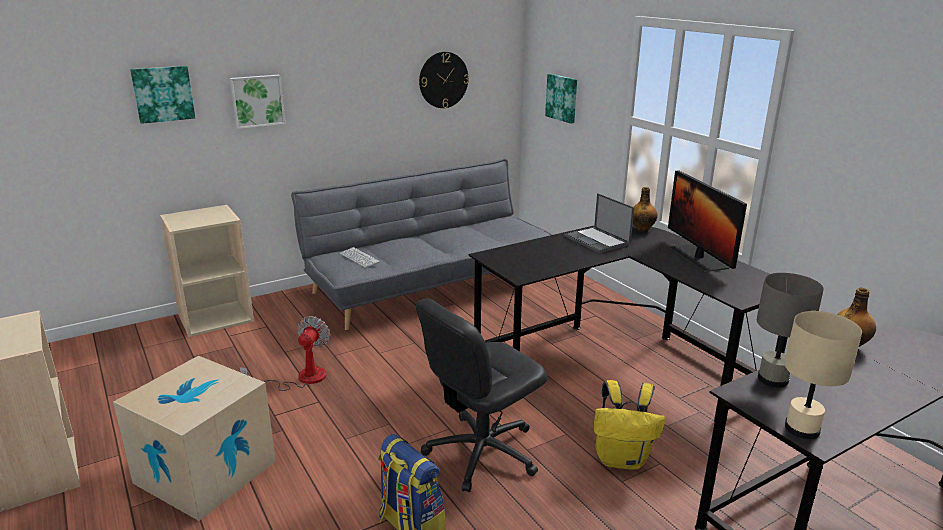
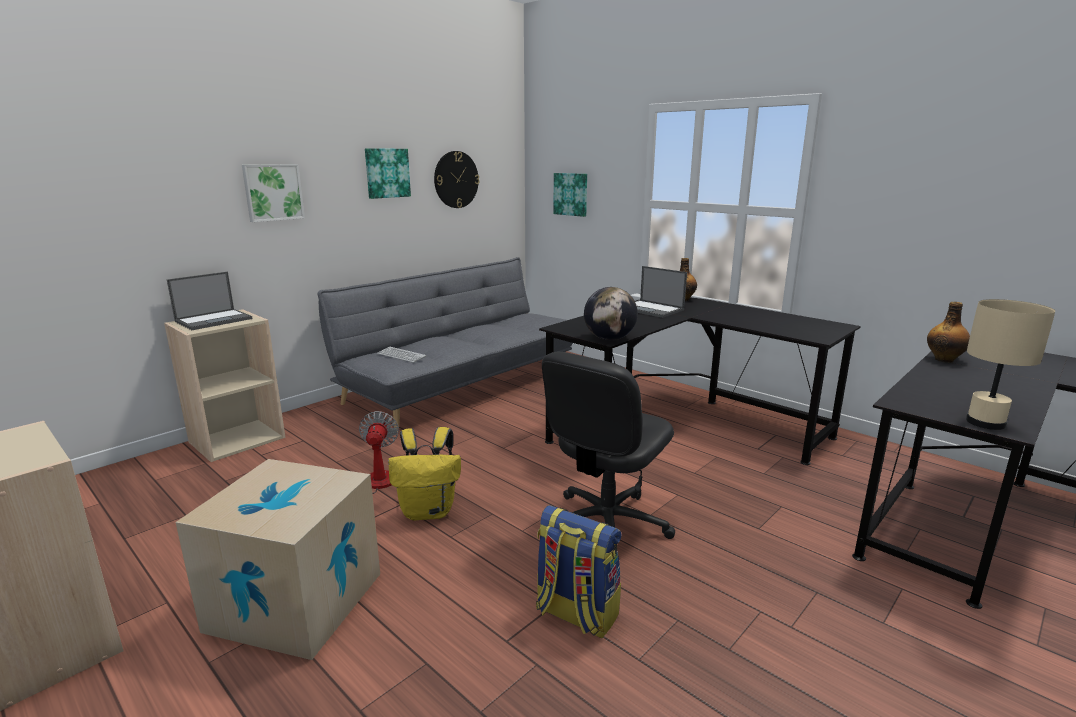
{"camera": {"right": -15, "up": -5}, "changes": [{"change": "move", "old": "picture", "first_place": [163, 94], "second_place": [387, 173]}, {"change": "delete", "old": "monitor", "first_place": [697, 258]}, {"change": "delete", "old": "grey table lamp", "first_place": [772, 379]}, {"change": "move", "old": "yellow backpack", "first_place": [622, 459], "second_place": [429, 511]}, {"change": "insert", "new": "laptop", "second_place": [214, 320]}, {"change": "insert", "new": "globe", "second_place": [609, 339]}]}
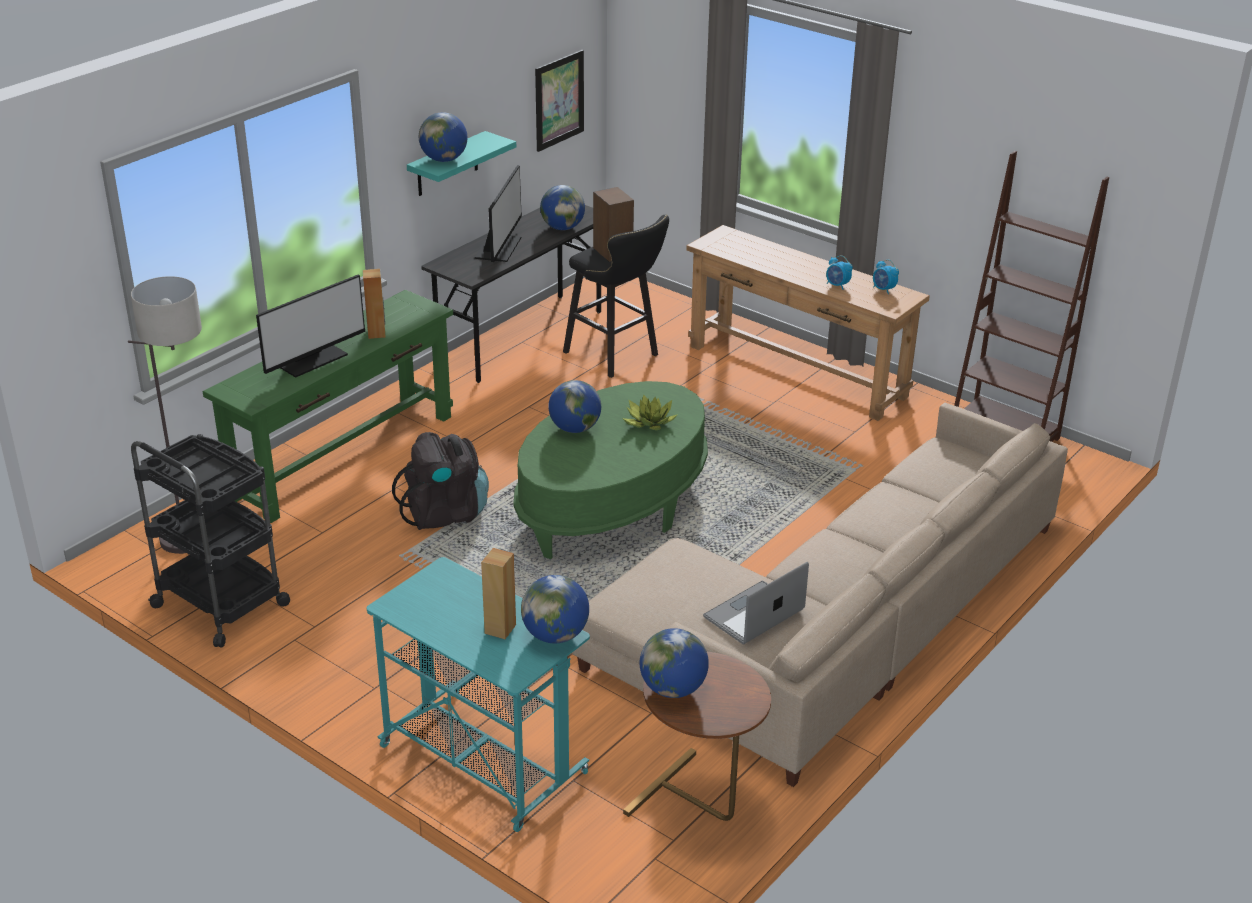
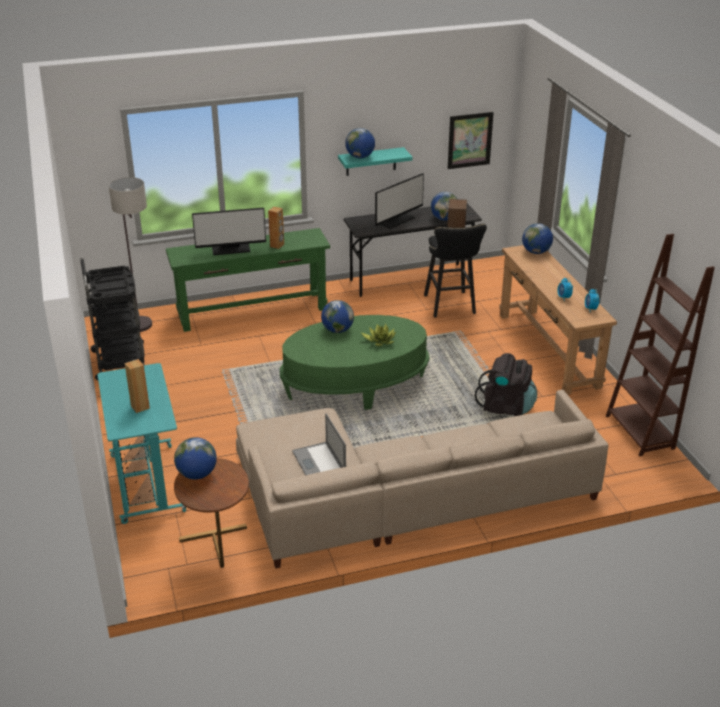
{"camera": {"right": 35, "up": 0}, "changes": [{"change": "move", "old": "black backpack", "first_place": [445, 513], "second_place": [506, 406]}, {"change": "rotate", "old": "laptop", "first_place": [754, 614], "second_place": [319, 462], "degrees": -105}, {"change": "move", "old": "globe", "first_place": [555, 635], "second_place": [536, 252]}]}
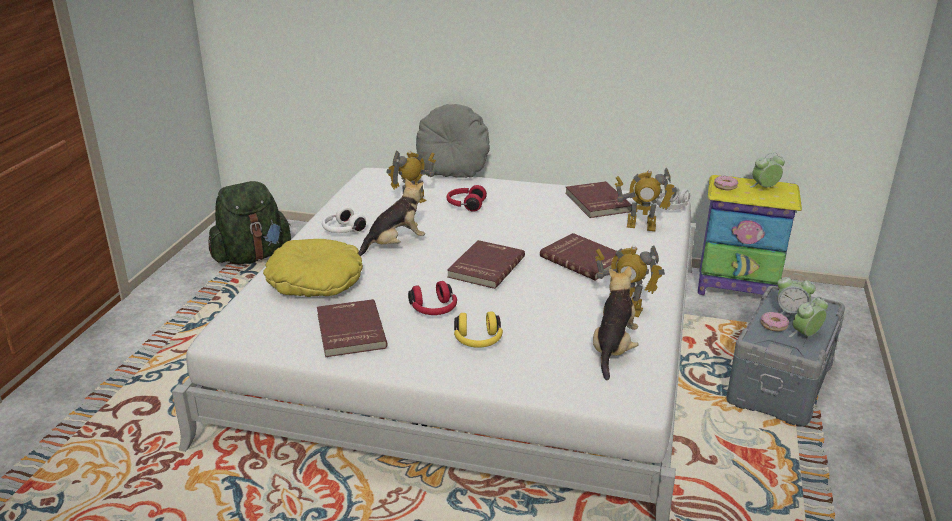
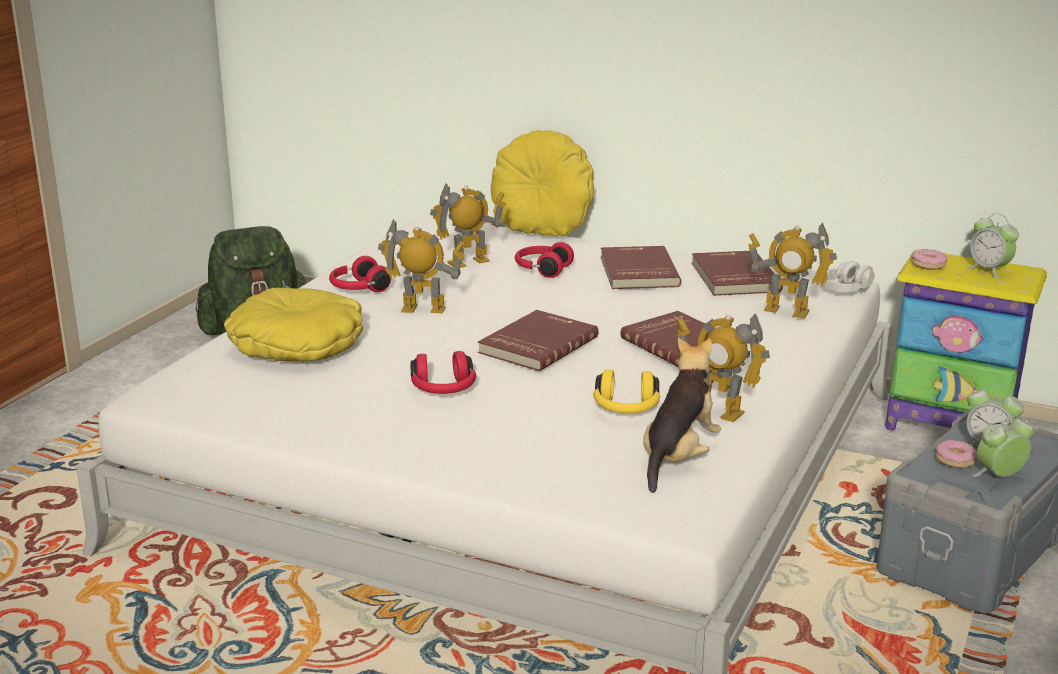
{"camera": {"right": 10, "up": -5}, "changes": [{"change": "recolor", "old": "grey pillow", "new": "yellow pillow", "first_place": [453, 173], "second_place": [542, 231]}, {"change": "rotate", "old": "alarm clock", "first_place": [764, 188], "second_place": [989, 270], "degrees": -120}, {"change": "replace", "old": "plush toy", "new": "toy robot", "first_place": [395, 244], "second_place": [423, 309]}, {"change": "recolor", "old": "white headphones", "new": "red headphones", "first_place": [342, 230], "second_place": [358, 289]}, {"change": "move", "old": "red book", "first_place": [349, 331], "second_place": [637, 272]}, {"change": "move", "old": "yellow headphones", "first_place": [478, 341], "second_place": [626, 409]}]}
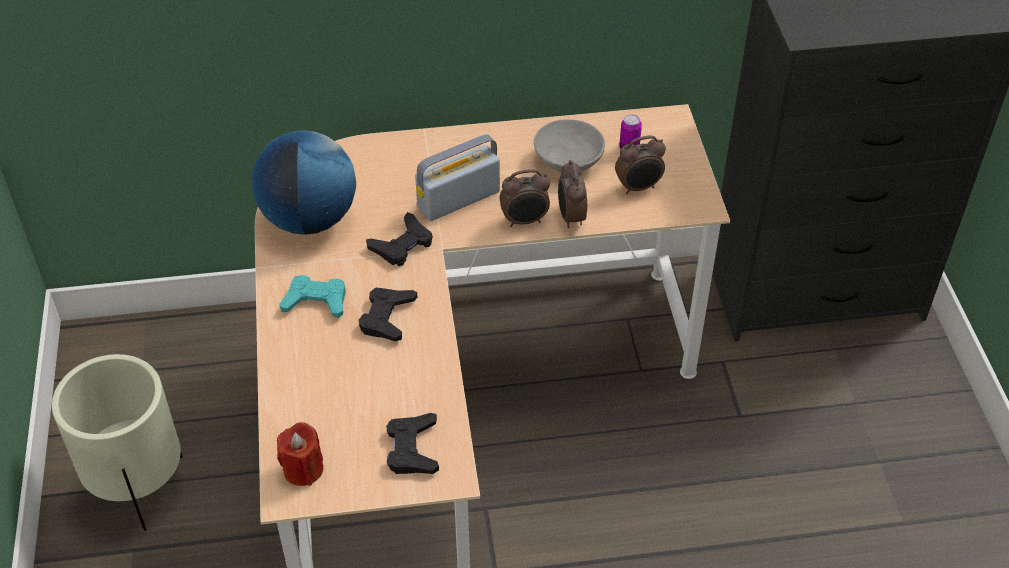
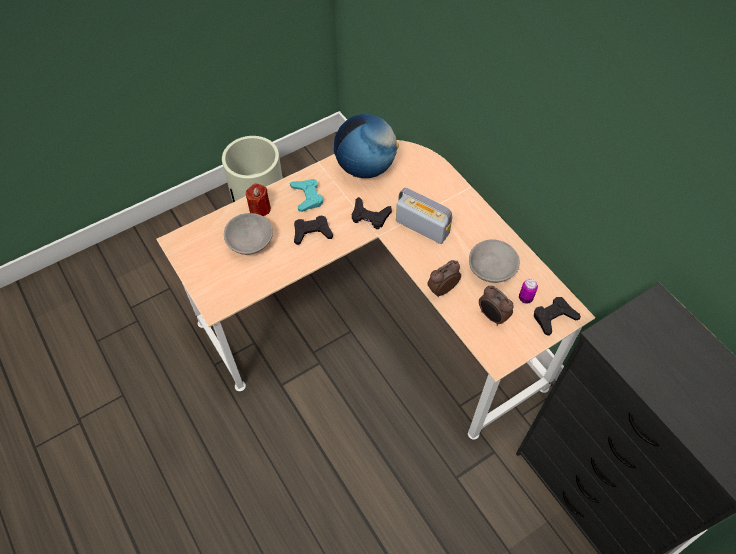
{"camera": {"right": 65, "up": 10}, "changes": [{"change": "delete", "old": "alarm clock", "first_place": [525, 221]}, {"change": "move", "old": "black game controller", "first_place": [412, 449], "second_place": [554, 317]}, {"change": "move", "old": "red candle", "first_place": [303, 469], "second_place": [260, 209]}, {"change": "insert", "new": "grey bowl", "second_place": [250, 242]}]}
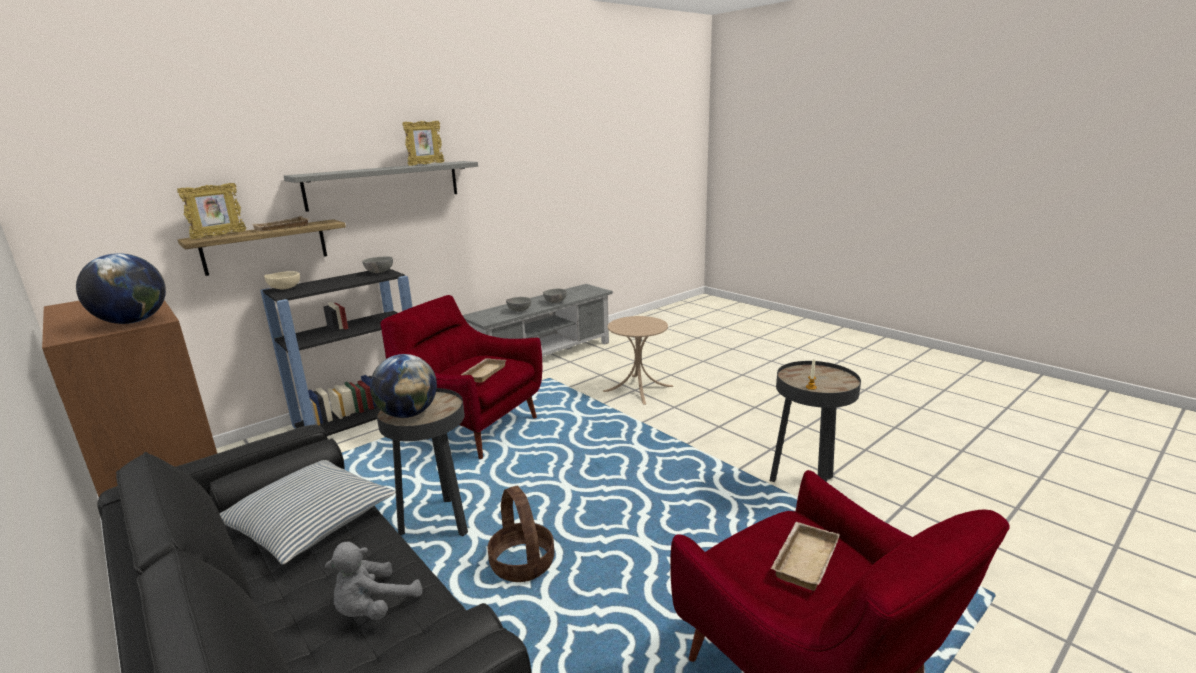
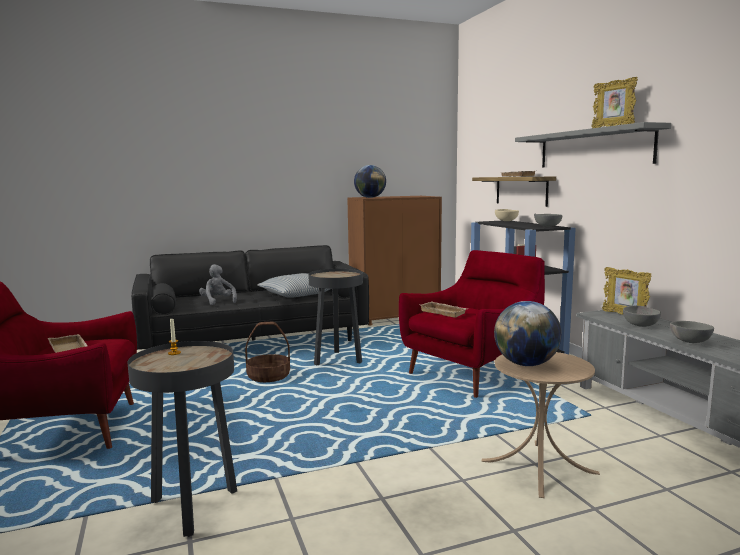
{"camera": {"right": 110, "up": -10}, "changes": [{"change": "move", "old": "picture frame", "first_place": [219, 235], "second_place": [624, 315]}, {"change": "move", "old": "globe", "first_place": [408, 414], "second_place": [526, 364]}]}
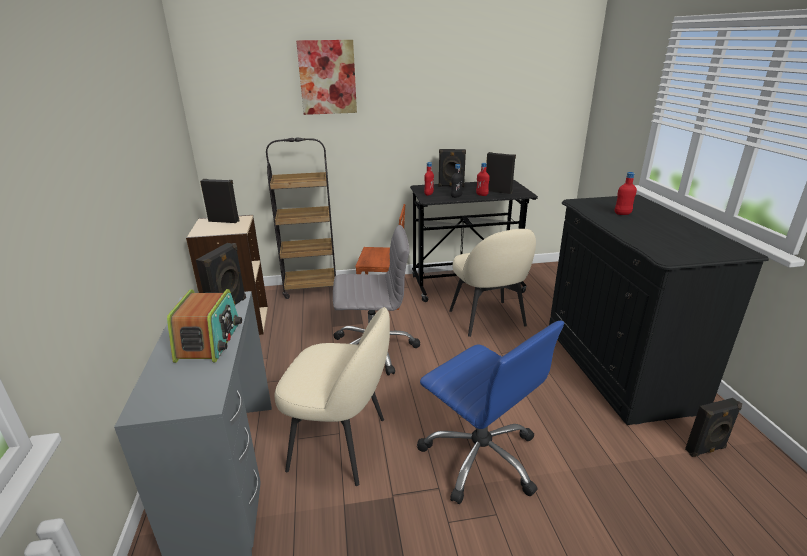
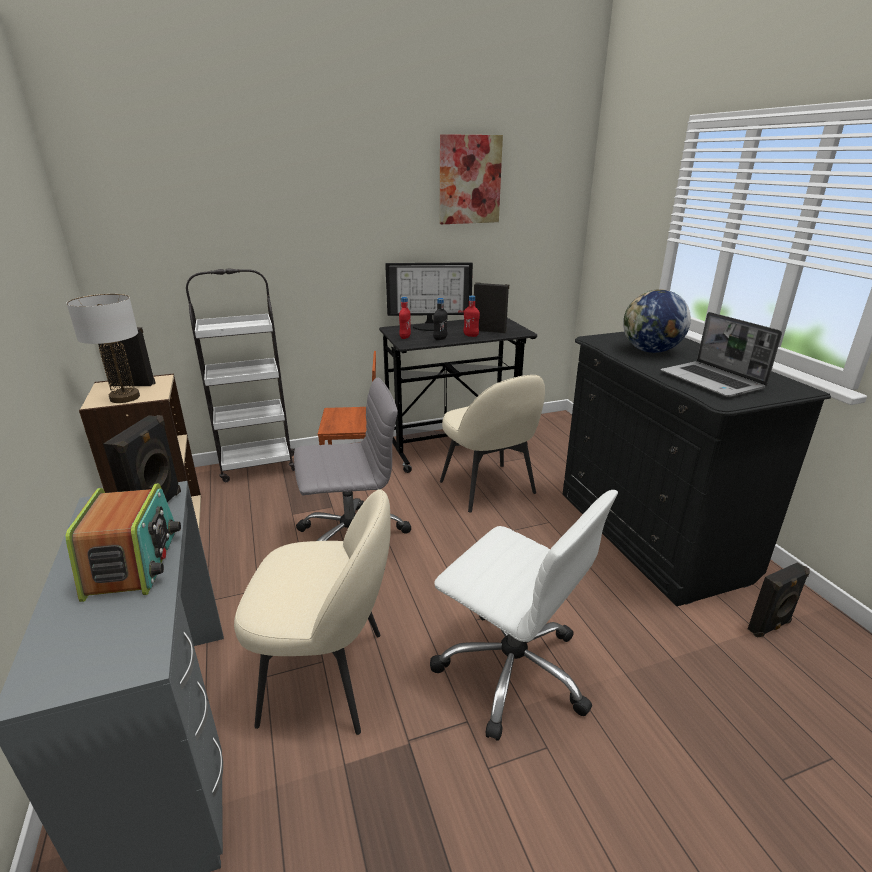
{"camera": {"right": -10, "up": 0}, "changes": [{"change": "move", "old": "picture", "first_place": [327, 77], "second_place": [469, 180]}, {"change": "recolor", "old": "brown cart", "new": "white cart", "first_place": [312, 290], "second_place": [258, 468]}, {"change": "replace", "old": "black speaker", "new": "monitor", "first_place": [451, 186], "second_place": [430, 326]}, {"change": "replace", "old": "red bottle", "new": "globe", "first_place": [622, 214], "second_place": [650, 351]}, {"change": "recolor", "old": "blue office chair", "new": "white office chair", "first_place": [481, 457], "second_place": [513, 670]}, {"change": "insert", "new": "table lamp", "second_place": [124, 398]}, {"change": "insert", "new": "laptop", "second_place": [712, 381]}]}
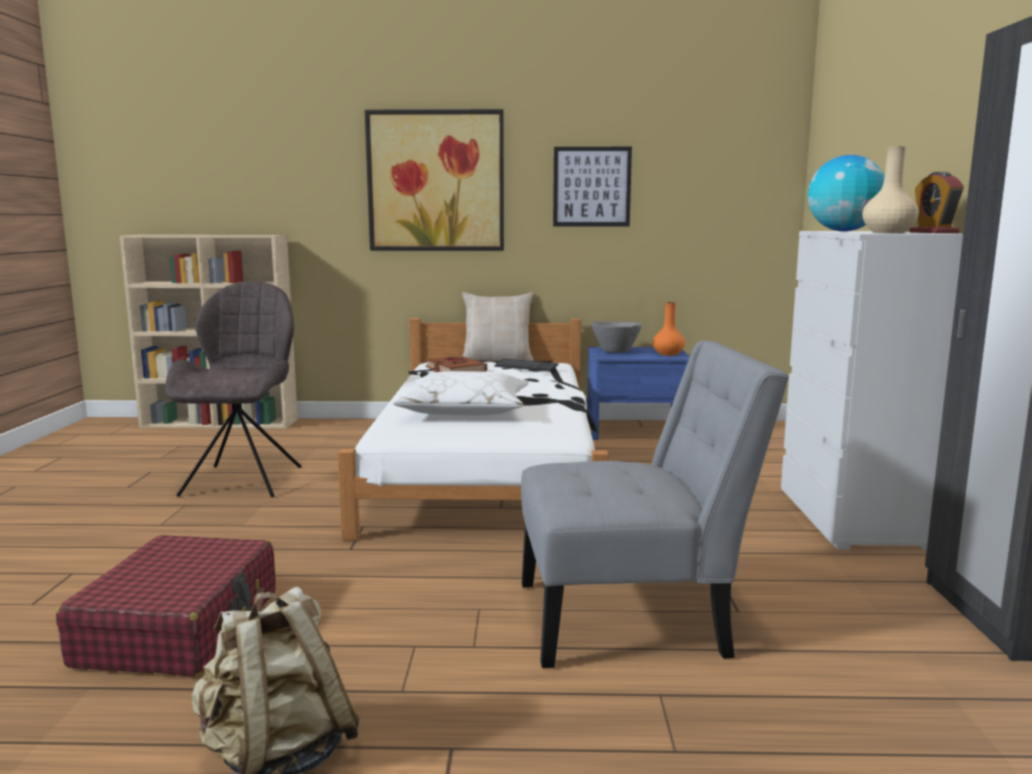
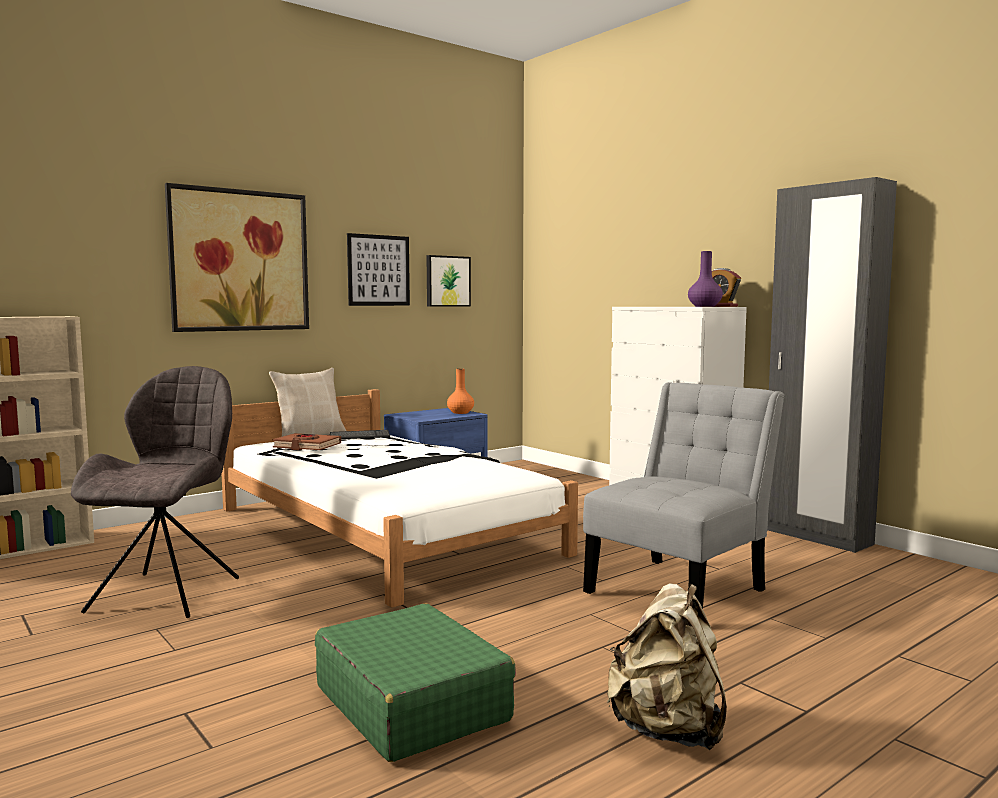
{"camera": {"right": -40, "up": -5}, "changes": [{"change": "recolor", "old": "beige vase", "new": "purple vase", "first_place": [887, 232], "second_place": [704, 306]}, {"change": "delete", "old": "globe", "first_place": [843, 231]}, {"change": "rotate", "old": "grey chair", "first_place": [244, 479], "second_place": [168, 592], "degrees": 45}, {"change": "delete", "old": "grey bowl", "first_place": [615, 352]}, {"change": "delete", "old": "white pillow", "first_place": [465, 410]}, {"change": "recolor", "old": "red suitcase", "new": "green suitcase", "first_place": [181, 627], "second_place": [411, 703]}, {"change": "insert", "new": "picture", "second_place": [447, 281]}]}
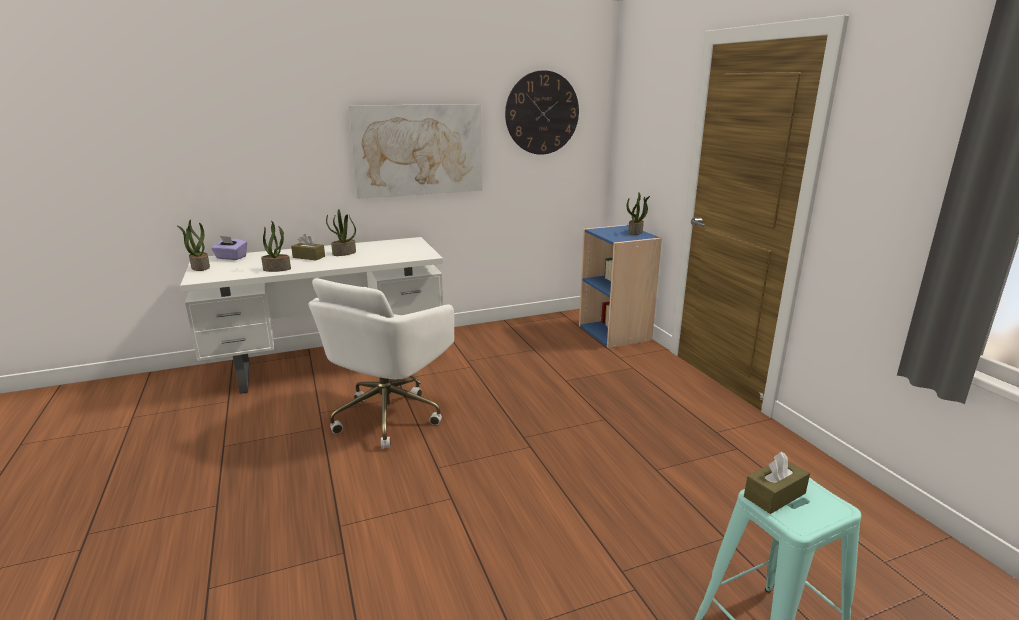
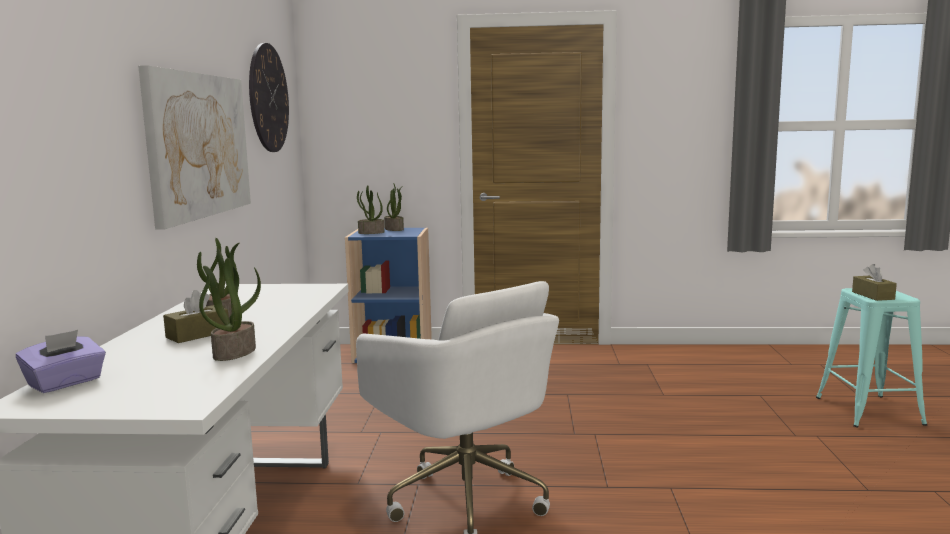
{"camera": {"right": -65, "up": -10}, "changes": [{"change": "move", "old": "potted plant", "first_place": [200, 267], "second_place": [371, 233]}]}
